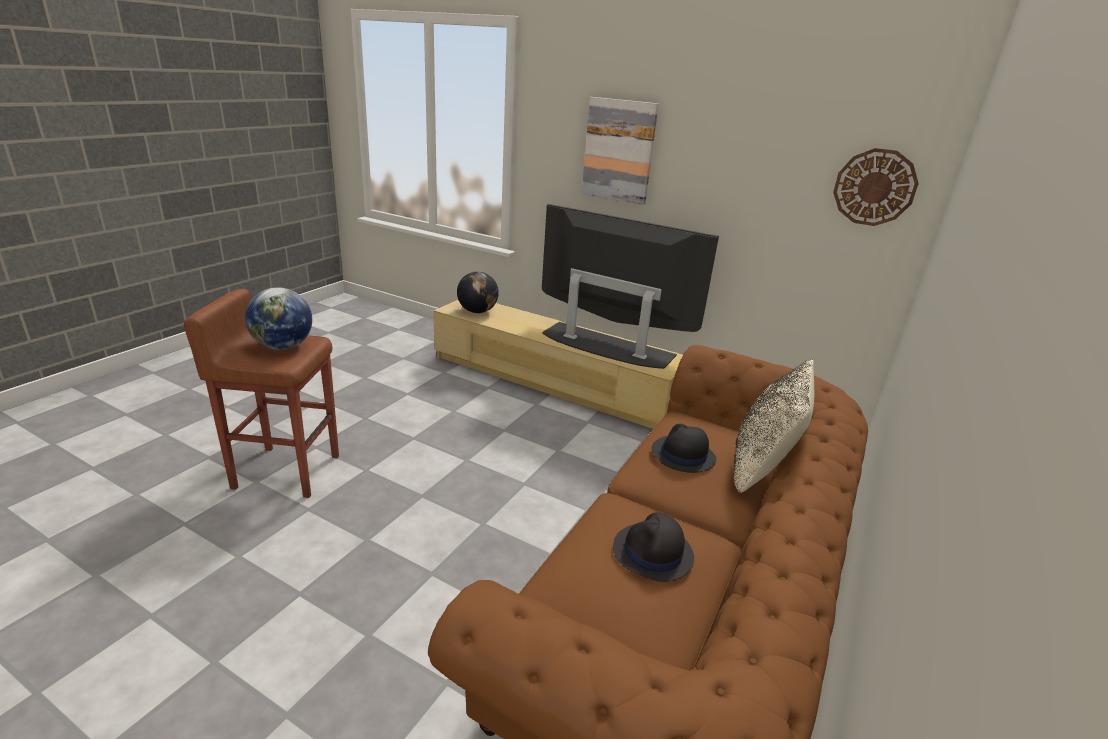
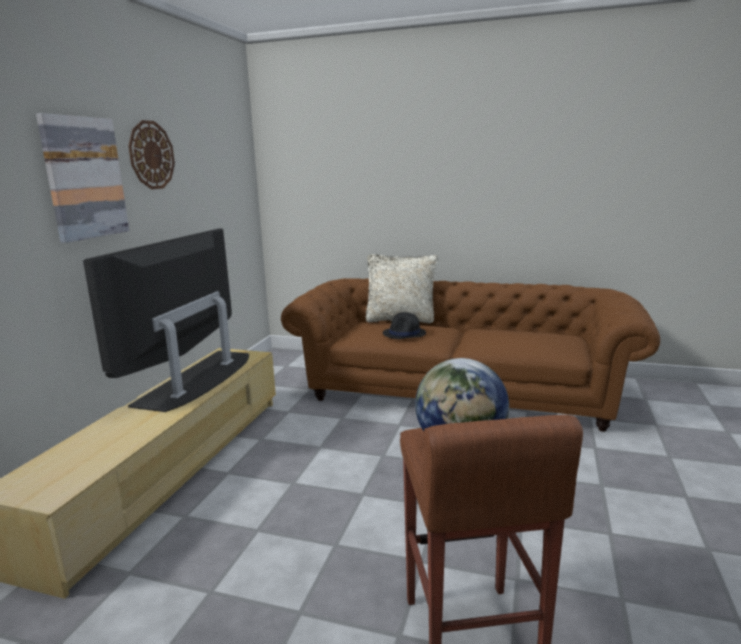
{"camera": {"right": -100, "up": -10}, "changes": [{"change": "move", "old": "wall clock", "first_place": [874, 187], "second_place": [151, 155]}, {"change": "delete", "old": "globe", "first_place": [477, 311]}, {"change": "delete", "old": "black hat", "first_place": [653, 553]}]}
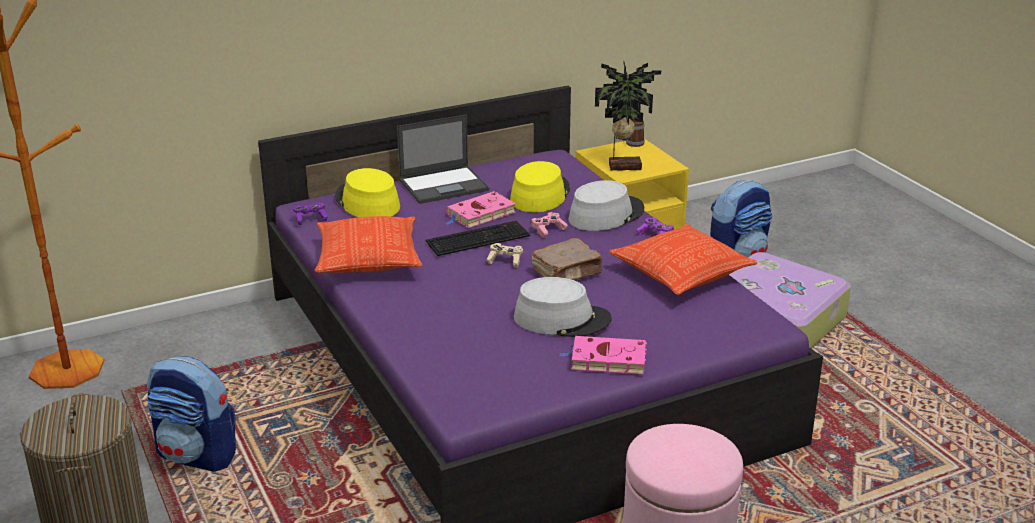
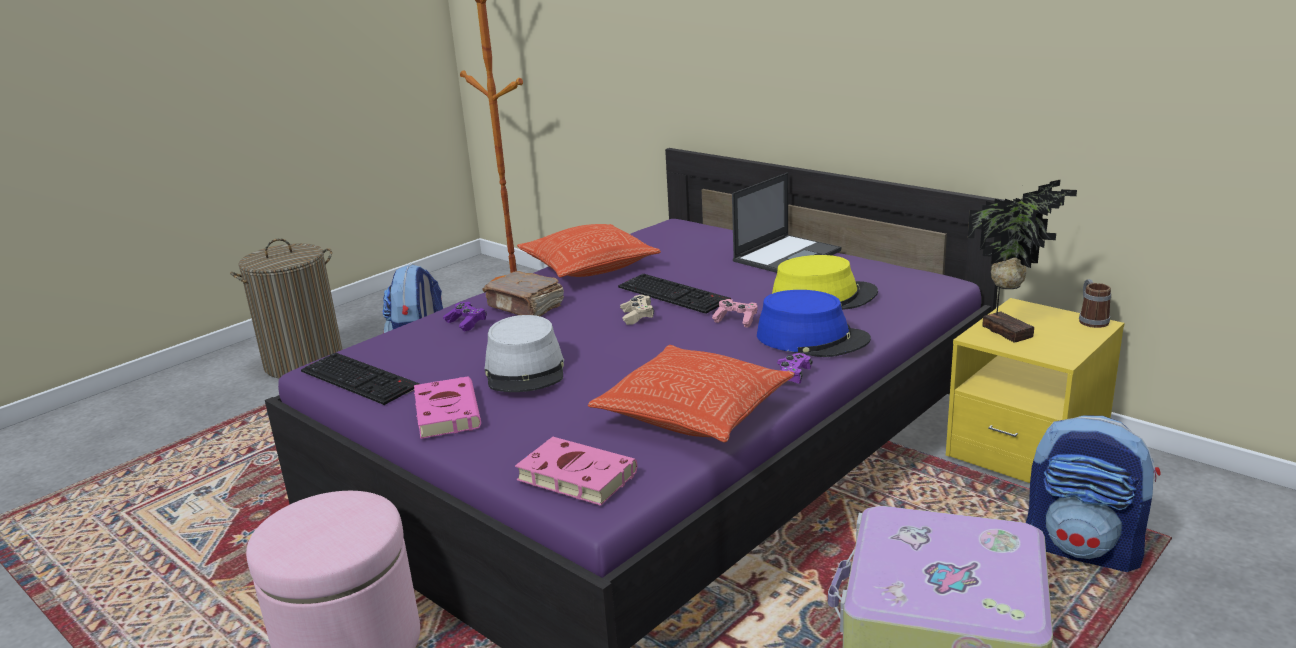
{"camera": {"right": 70, "up": -5}, "changes": [{"change": "rotate", "old": "laptop", "first_place": [444, 185], "second_place": [787, 255], "degrees": -90}, {"change": "delete", "old": "yellow hat", "first_place": [367, 202]}, {"change": "recolor", "old": "grey hat", "new": "blue hat", "first_place": [606, 215], "second_place": [812, 339]}, {"change": "move", "old": "pink book", "first_place": [479, 214], "second_place": [573, 476]}, {"change": "move", "old": "purple game controller", "first_place": [310, 219], "second_place": [466, 323]}, {"change": "move", "old": "brown book", "first_place": [567, 273], "second_place": [525, 307]}, {"change": "insert", "new": "keyboard", "second_place": [362, 378]}]}
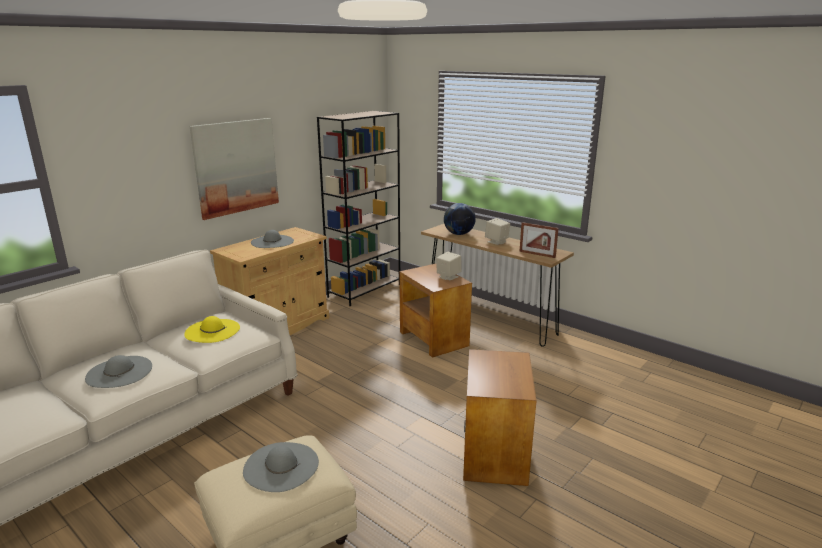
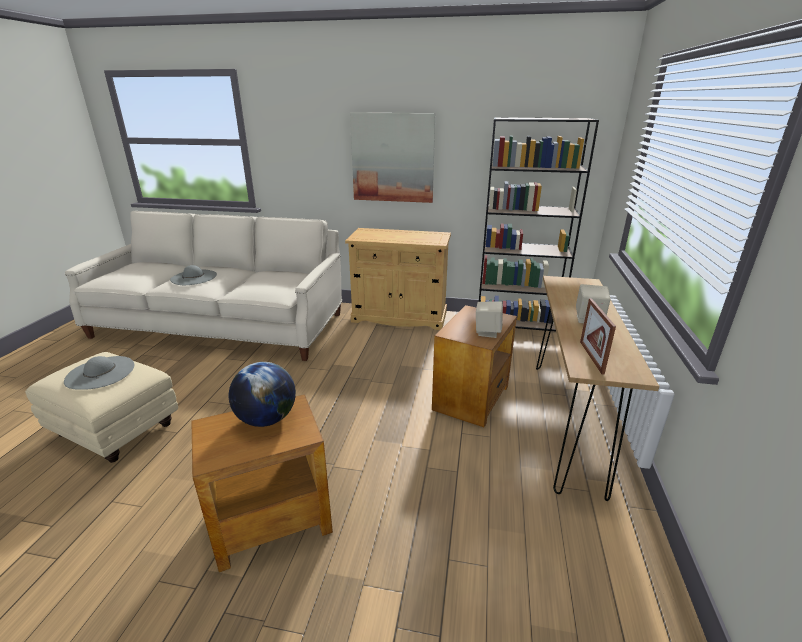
{"camera": {"right": 60, "up": 5}, "changes": [{"change": "move", "old": "globe", "first_place": [459, 234], "second_place": [266, 419]}, {"change": "delete", "old": "grey hat", "first_place": [272, 241]}, {"change": "delete", "old": "yellow hat", "first_place": [212, 331]}]}
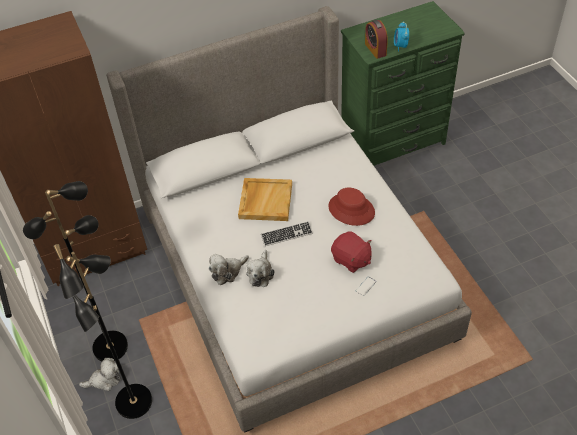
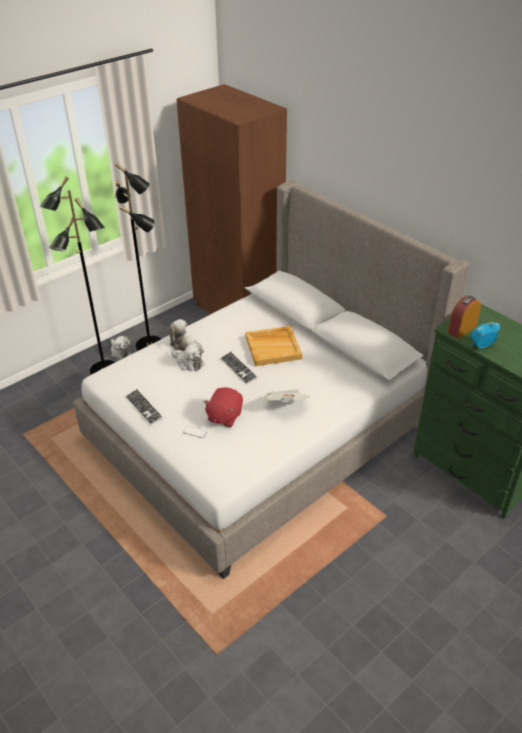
{"camera": {"right": 70, "up": -10}, "changes": [{"change": "replace", "old": "red hat", "new": "newspaper", "first_place": [351, 210], "second_place": [287, 404]}, {"change": "rotate", "old": "plush toy", "first_place": [260, 273], "second_place": [188, 363], "degrees": -135}, {"change": "insert", "new": "keyboard", "second_place": [144, 408]}]}
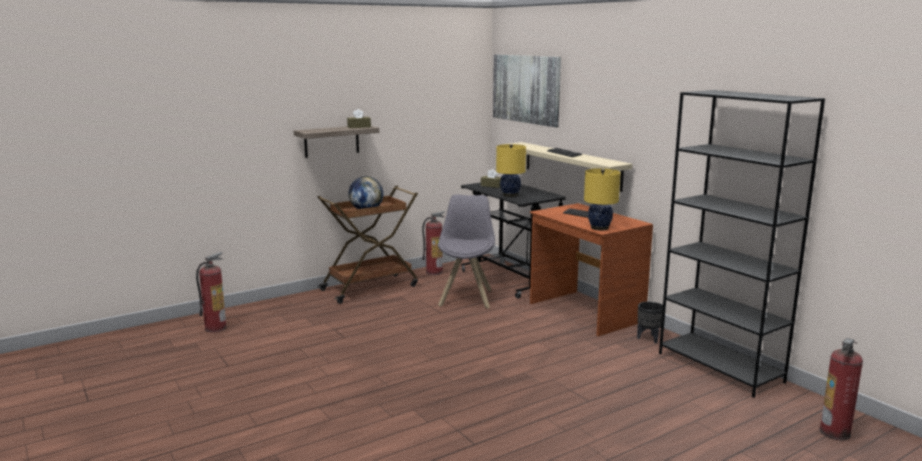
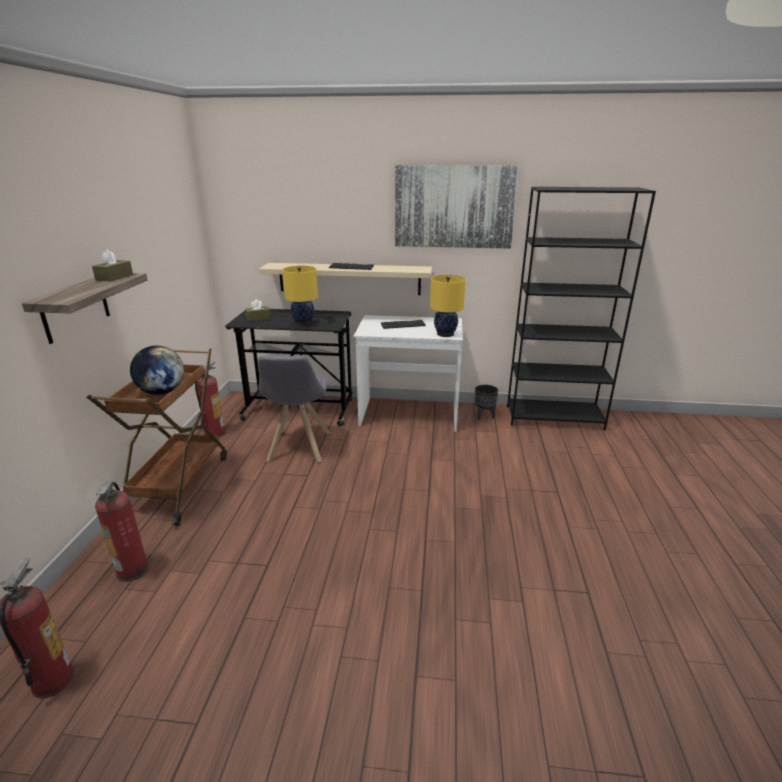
{"camera": {"right": -50, "up": 10}, "changes": [{"change": "move", "old": "picture", "first_place": [526, 89], "second_place": [454, 207]}, {"change": "rotate", "old": "grey chair", "first_place": [466, 298], "second_place": [298, 447], "degrees": -135}, {"change": "recolor", "old": "brown desk", "new": "white desk", "first_place": [584, 312], "second_place": [409, 414]}, {"change": "move", "old": "fire extinguisher", "first_place": [835, 432], "second_place": [133, 570]}]}
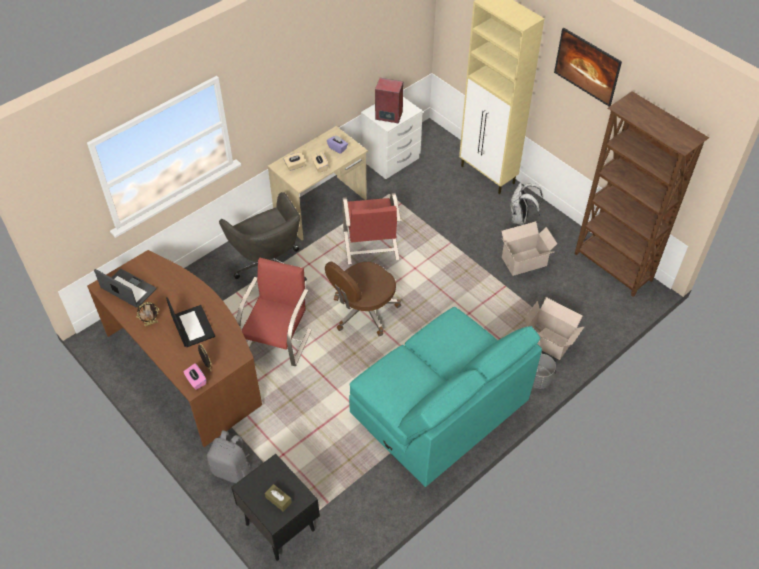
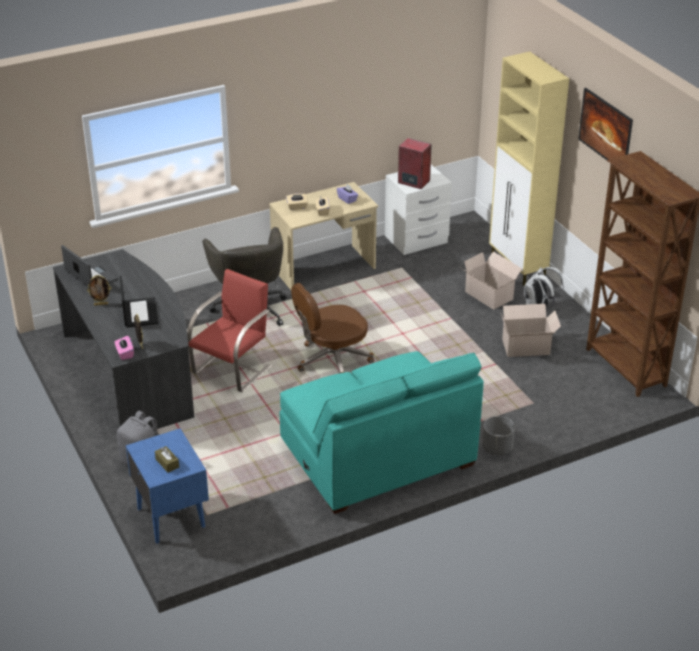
{"camera": {"right": 15, "up": -15}, "changes": [{"change": "delete", "old": "red chair", "first_place": [371, 246]}, {"change": "recolor", "old": "brown desk", "new": "grey desk", "first_place": [187, 366], "second_place": [132, 374]}, {"change": "move", "old": "cardboard box", "first_place": [549, 342], "second_place": [489, 296]}, {"change": "recolor", "old": "black nightstand", "new": "blue nightstand", "first_place": [280, 525], "second_place": [171, 516]}]}
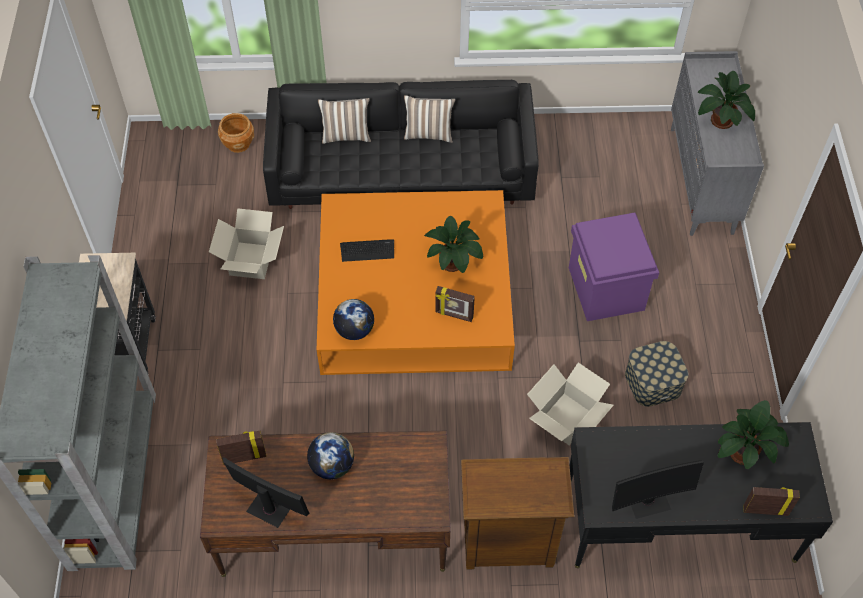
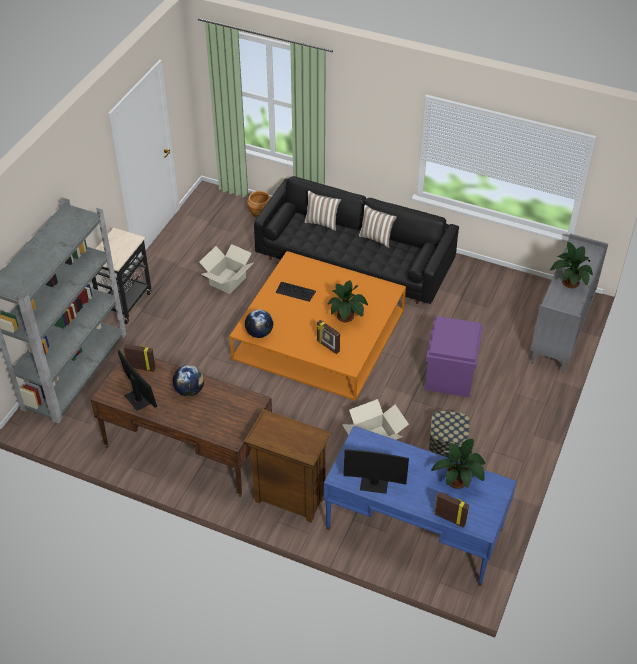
{"camera": {"right": 25, "up": -10}, "changes": [{"change": "recolor", "old": "black desk", "new": "blue desk", "first_place": [679, 519], "second_place": [414, 528]}]}
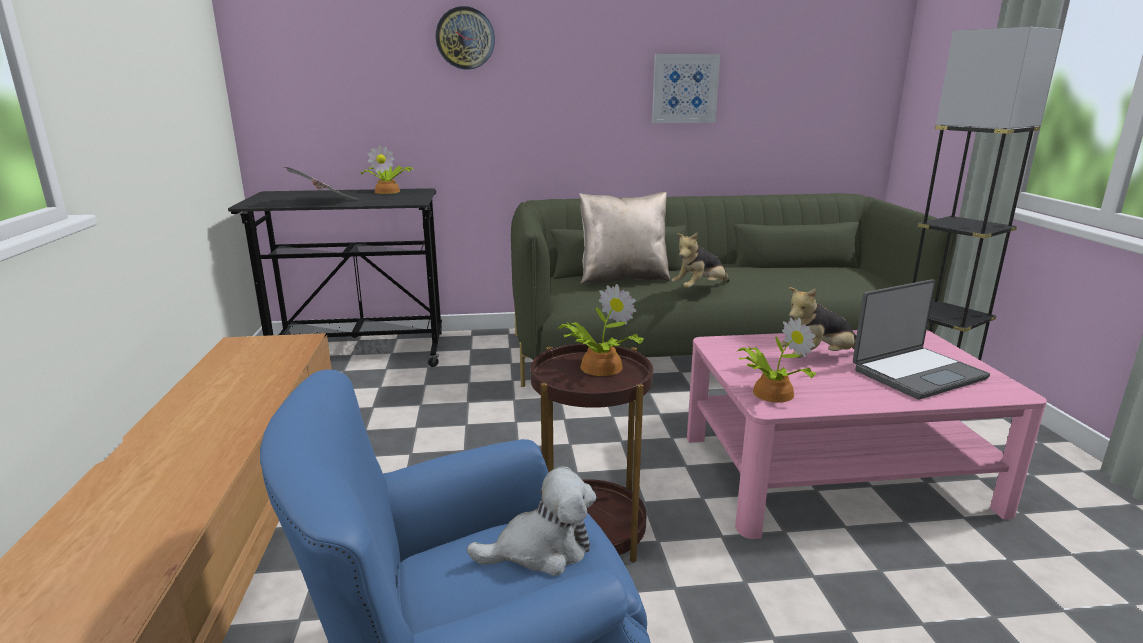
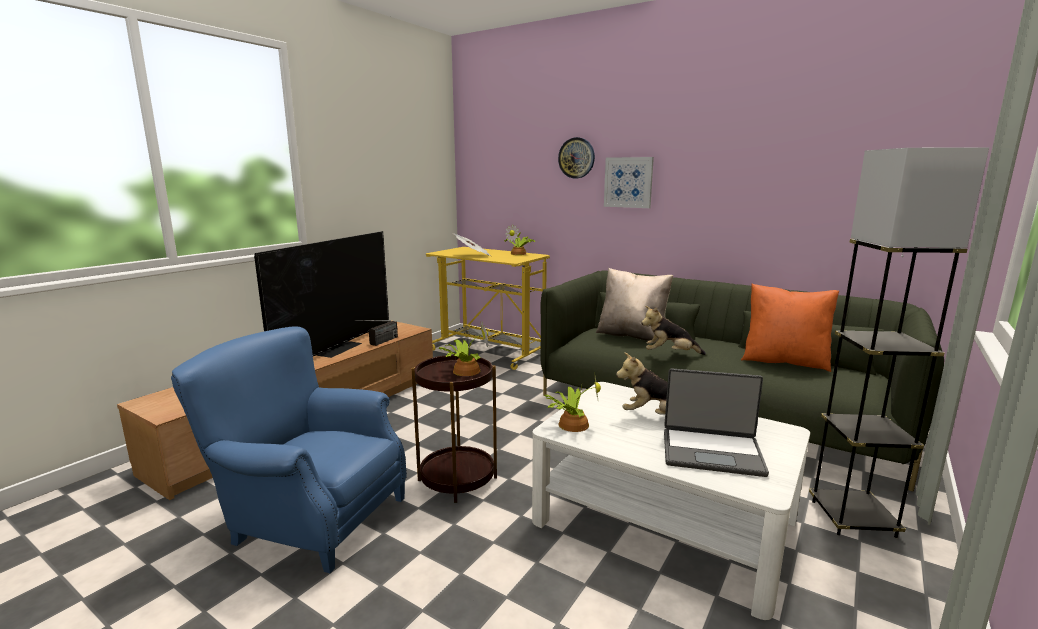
{"camera": {"right": 40, "up": -5}, "changes": [{"change": "move", "old": "picture", "first_place": [684, 88], "second_place": [628, 182]}, {"change": "recolor", "old": "black desk", "new": "yellow desk", "first_place": [358, 352], "second_place": [489, 351]}, {"change": "recolor", "old": "pink coffee table", "new": "white coffee table", "first_place": [835, 472], "second_place": [664, 520]}, {"change": "delete", "old": "plush toy", "first_place": [541, 550]}, {"change": "insert", "new": "television", "second_place": [337, 348]}, {"change": "insert", "new": "orange pillow", "second_place": [784, 361]}, {"change": "insert", "new": "radio", "second_place": [378, 343]}]}
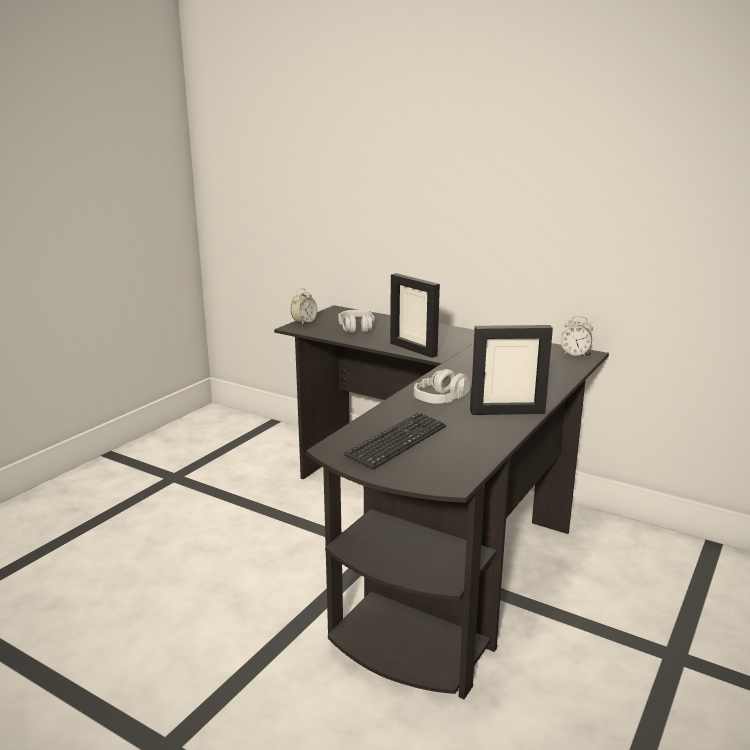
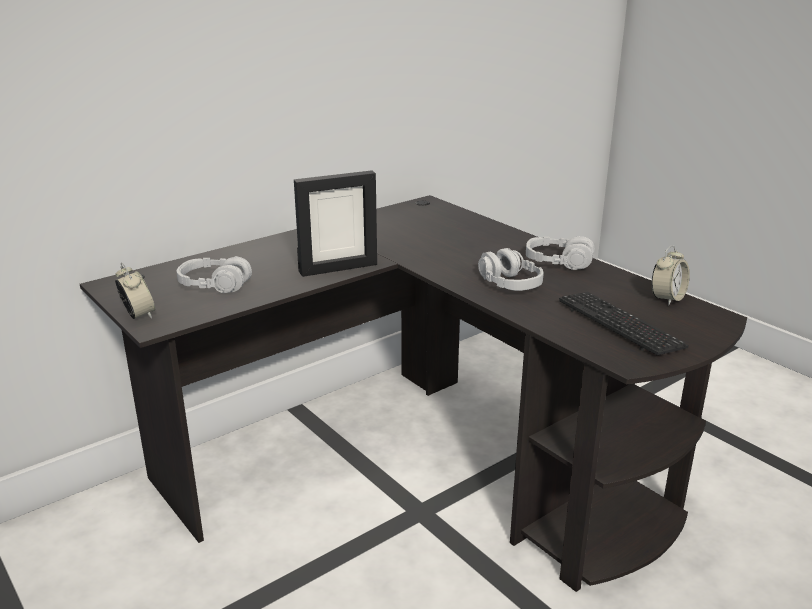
{"camera": {"right": -70, "up": 5}, "changes": [{"change": "move", "old": "alarm clock", "first_place": [575, 354], "second_place": [667, 298]}, {"change": "replace", "old": "picture frame", "new": "grey headphones", "first_place": [507, 411], "second_place": [558, 262]}]}
